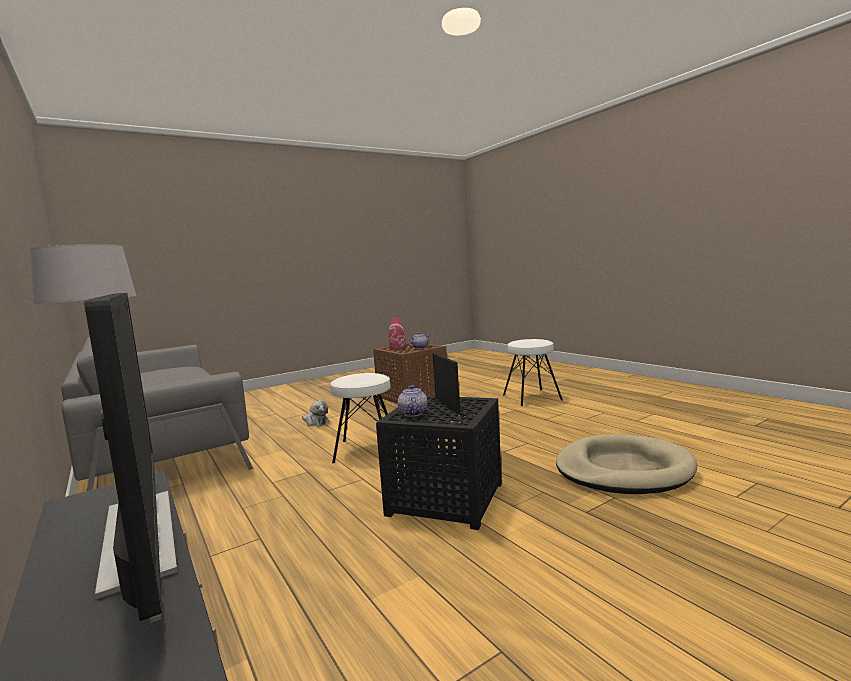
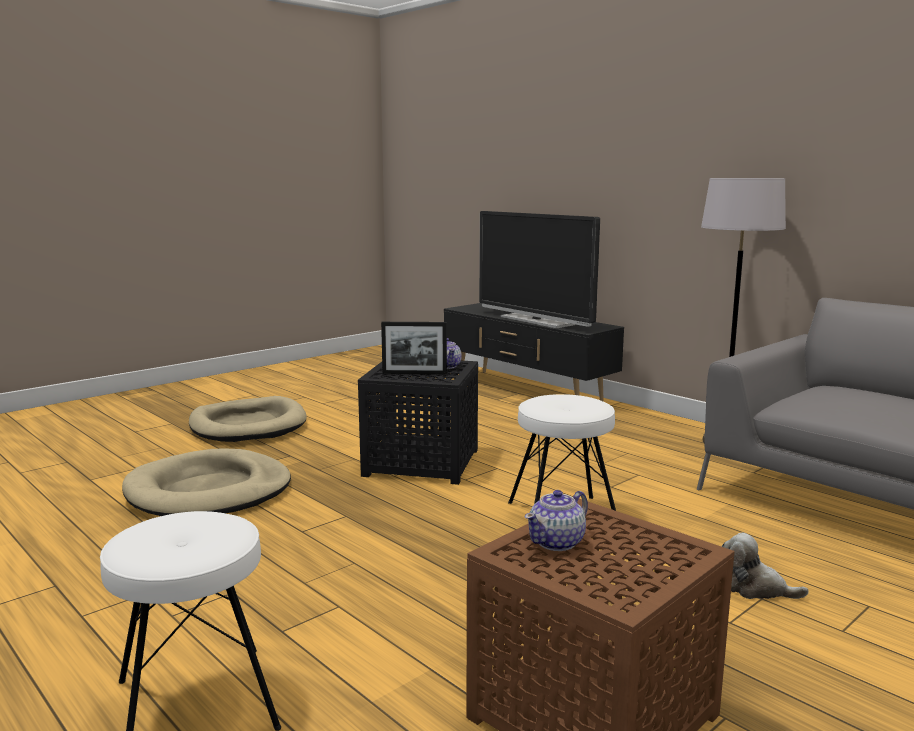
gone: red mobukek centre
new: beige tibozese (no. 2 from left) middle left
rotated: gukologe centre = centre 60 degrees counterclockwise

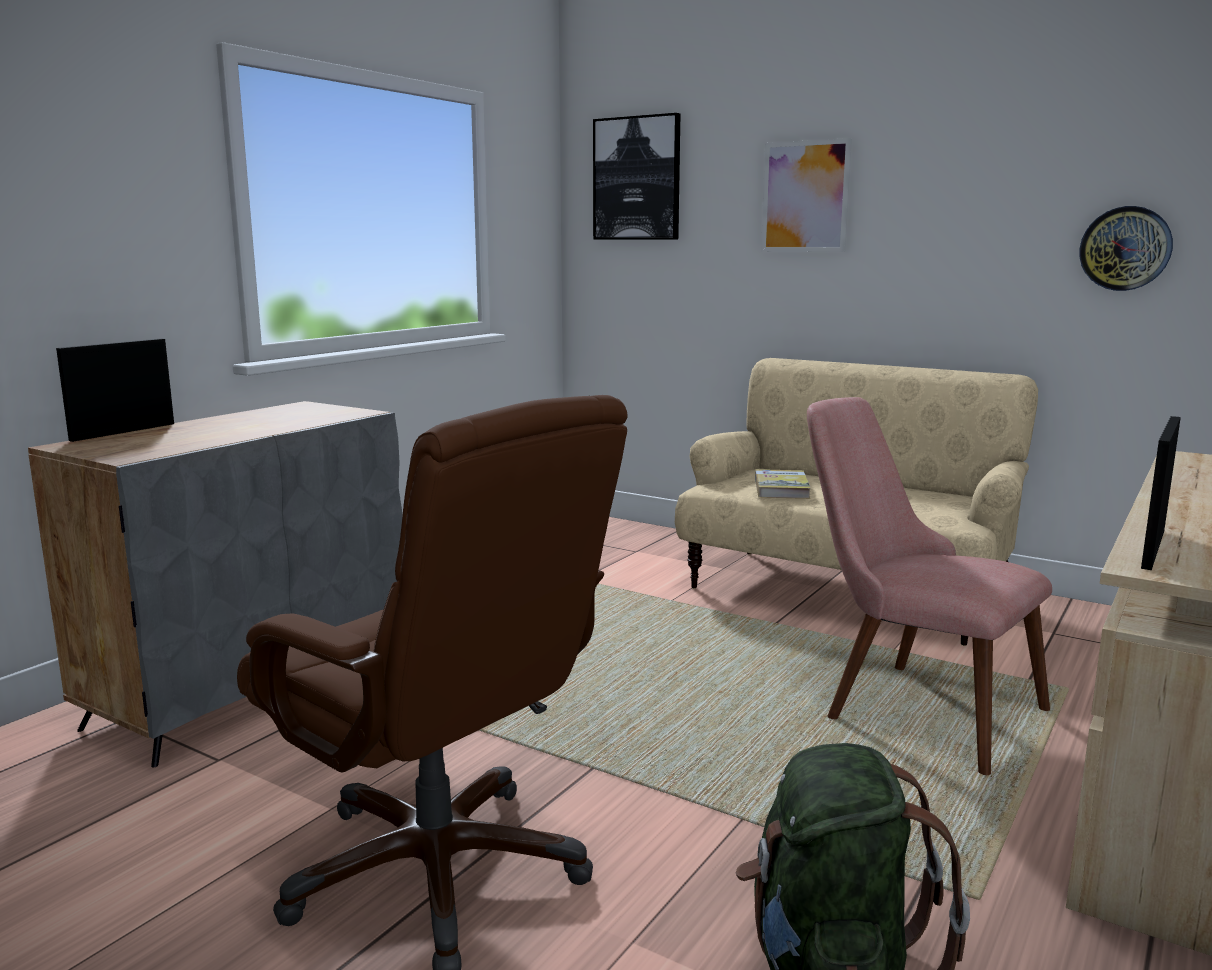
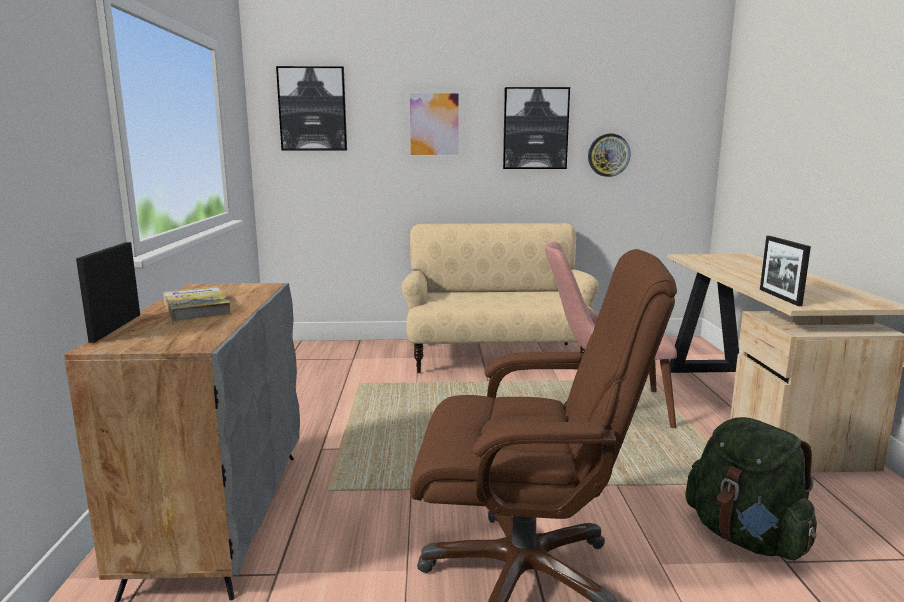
new: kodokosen (no. 3 from left) top centre
shifted: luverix centre to middle left

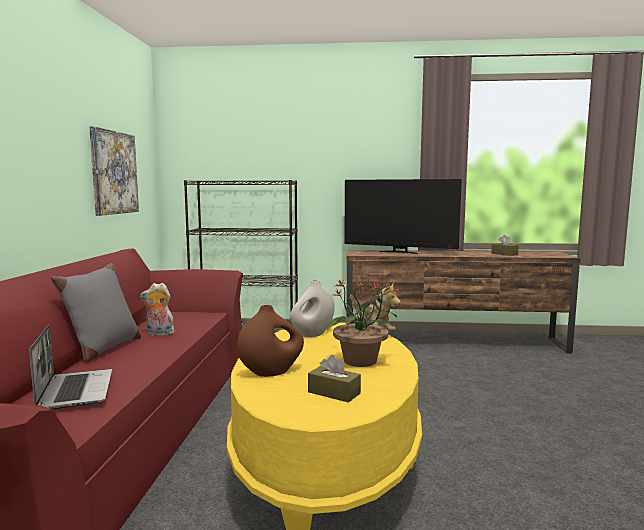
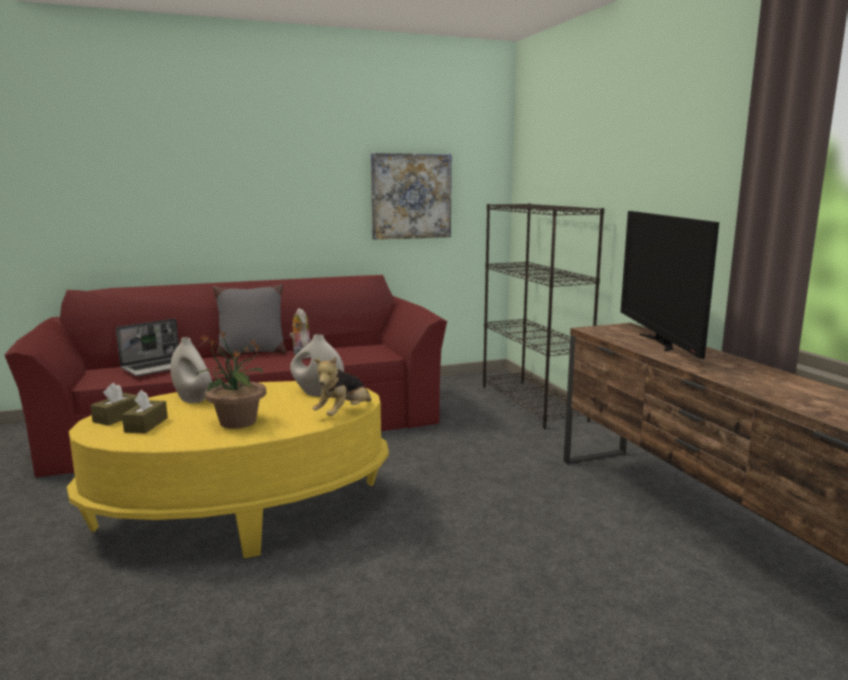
shifted: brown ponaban (no. 2 from left in the first image) middle right to brown ponaban (no. 1 from left) middle left
repainted: brown mobukek centre to white mobukek (no. 1 from left) middle left

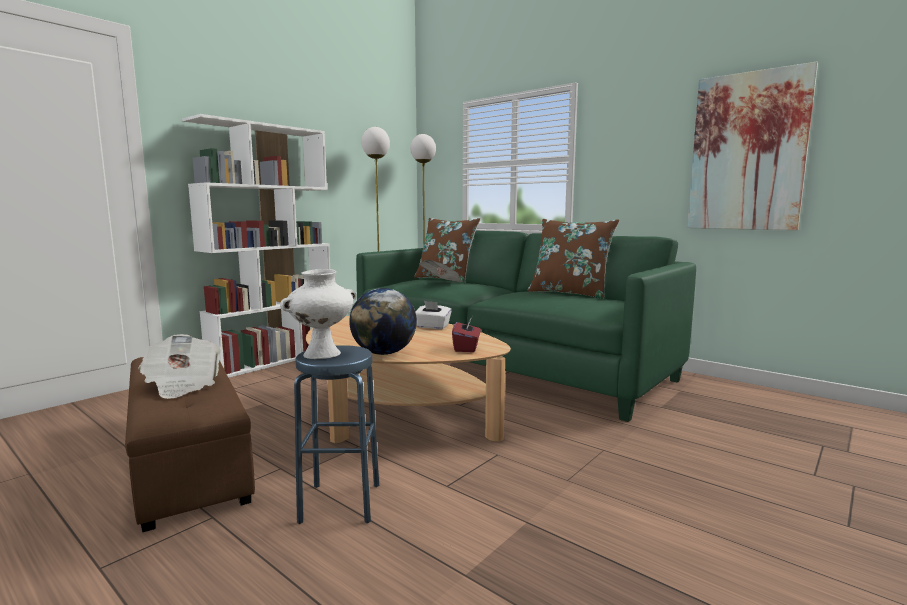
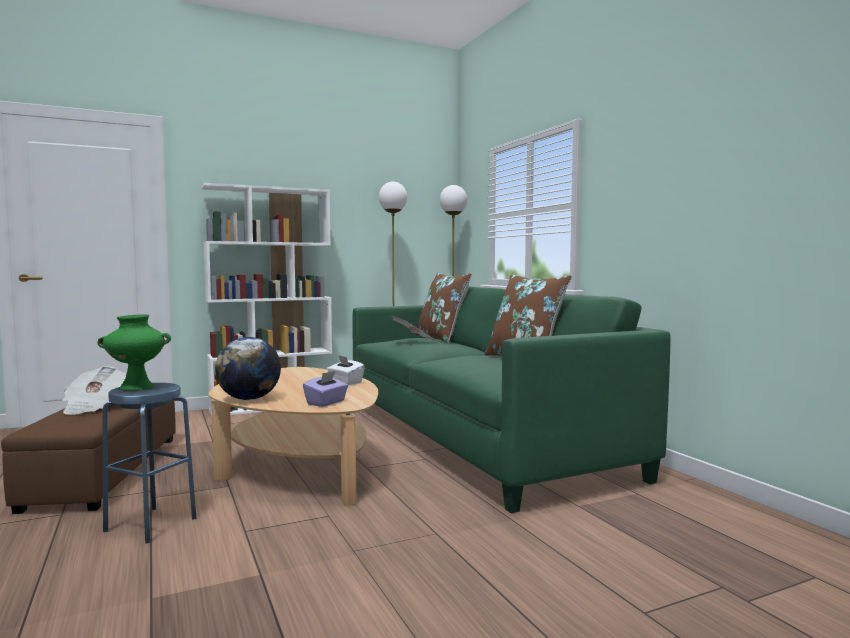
gone: kodokosen top right
repainted: white mobukek centre to green mobukek middle left; red ponaban centre to purple ponaban centre

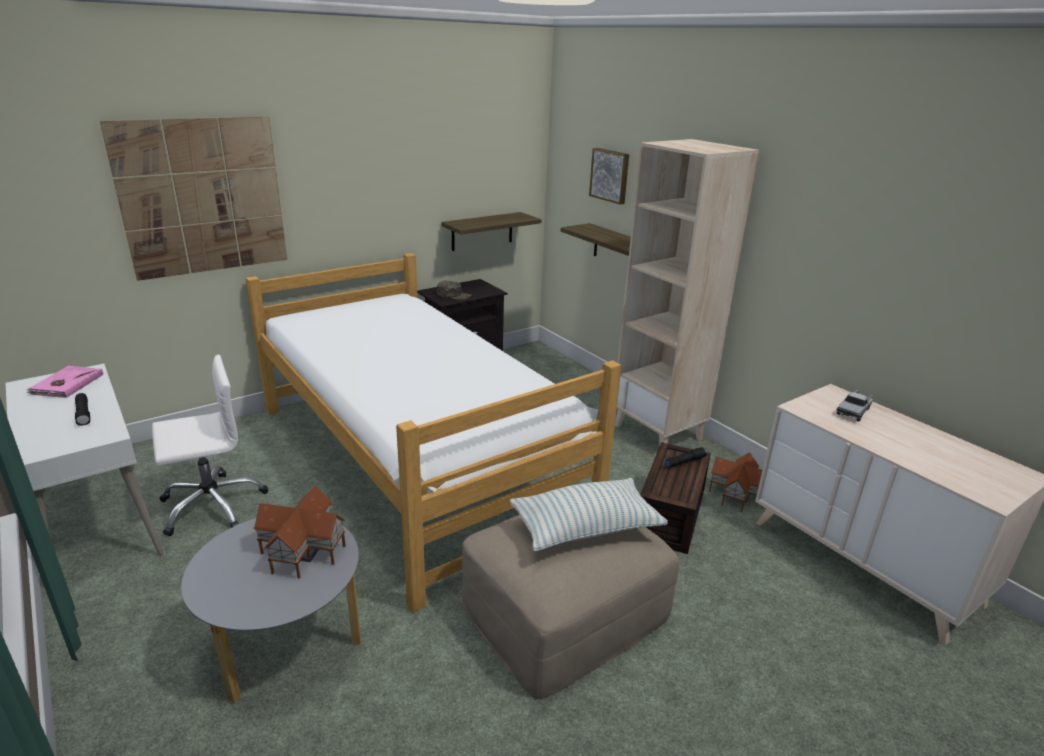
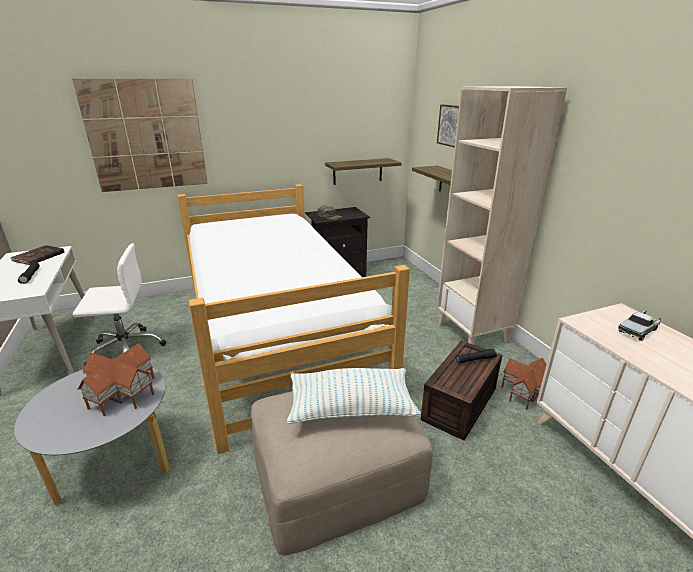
repainted: pink luverix middle left to brown luverix middle left

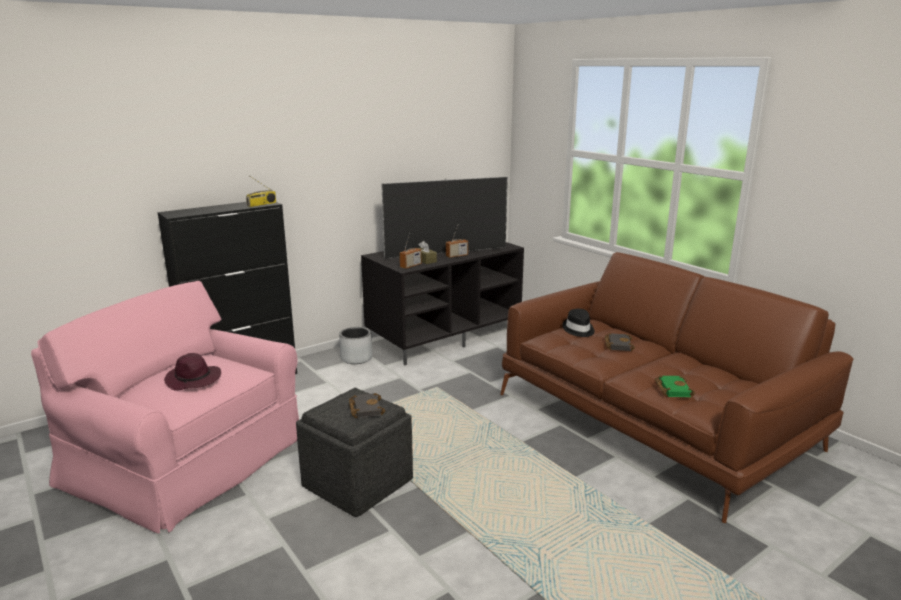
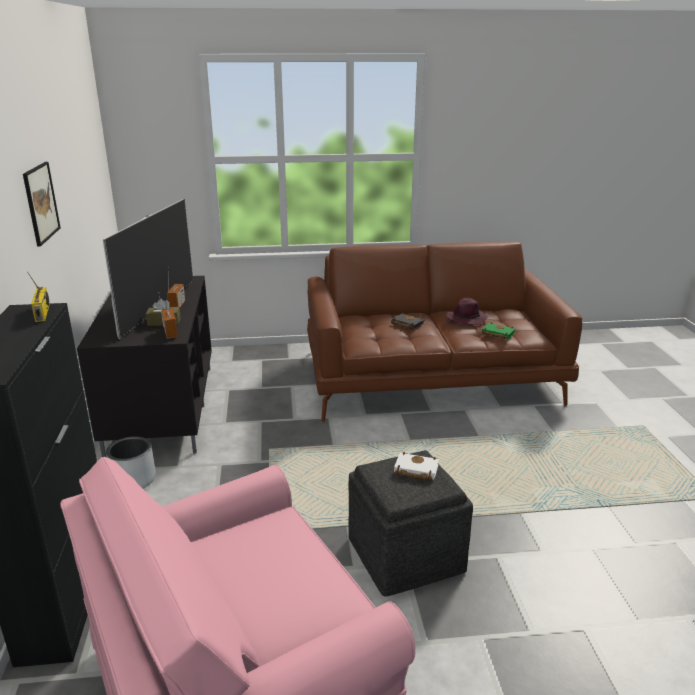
gone: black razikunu centre
new: kodokosen top left
shifted: purple razikunu middle left to middle right
repainted: black luverix (no. 1 from left) bottom centre to white luverix bottom centre

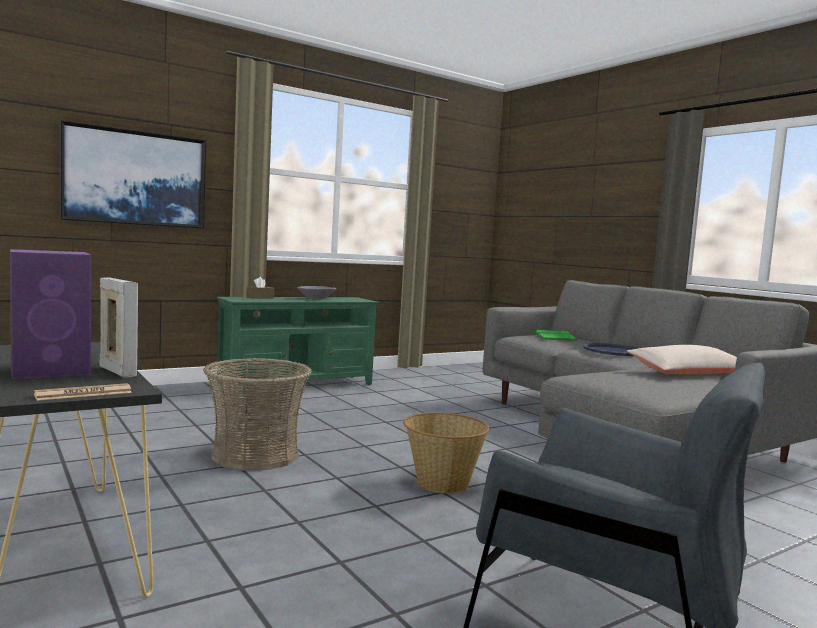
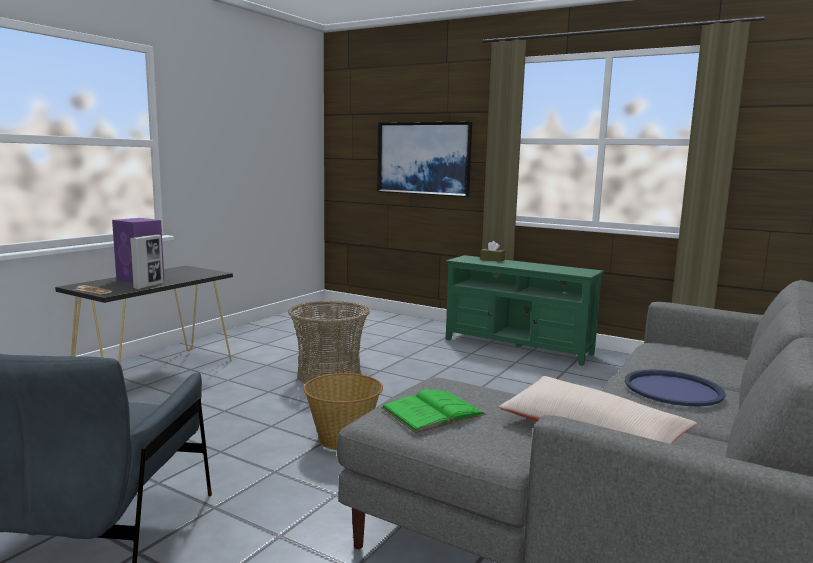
gone: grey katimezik centre
shifted: green luverix middle right to bottom centre

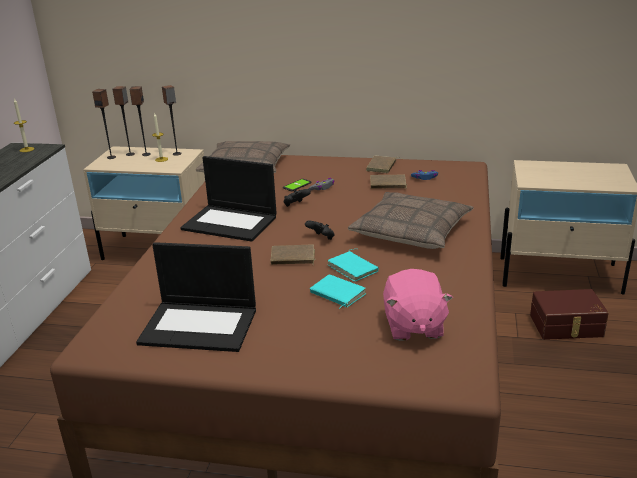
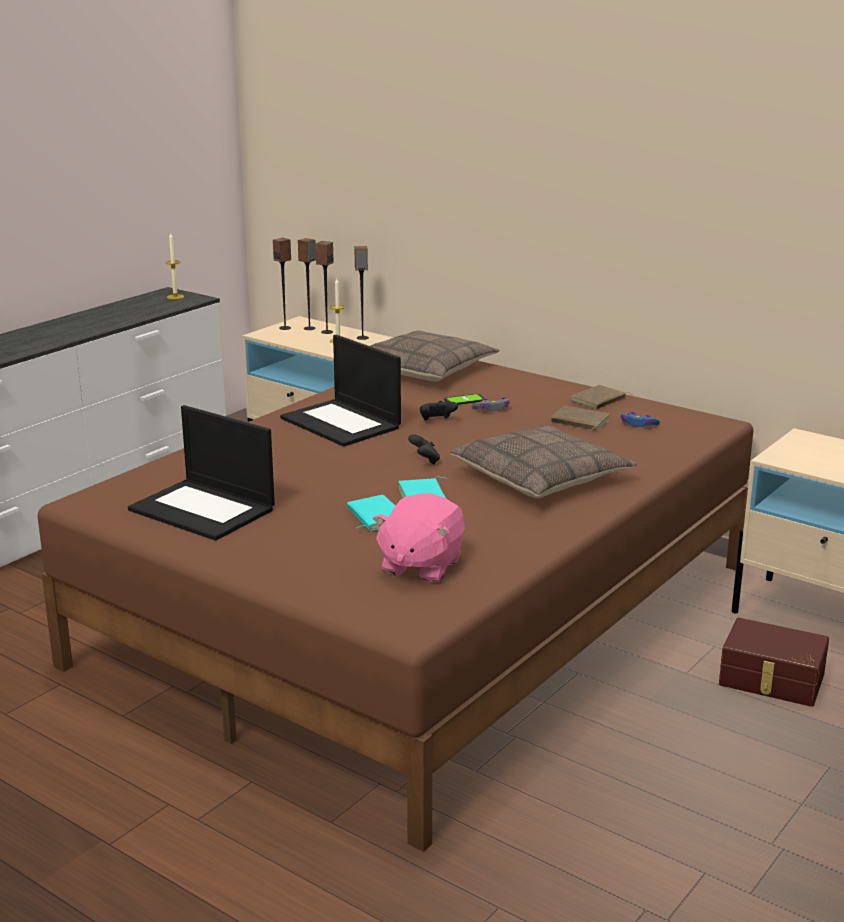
gone: brown luverix (no. 1 from left) centre

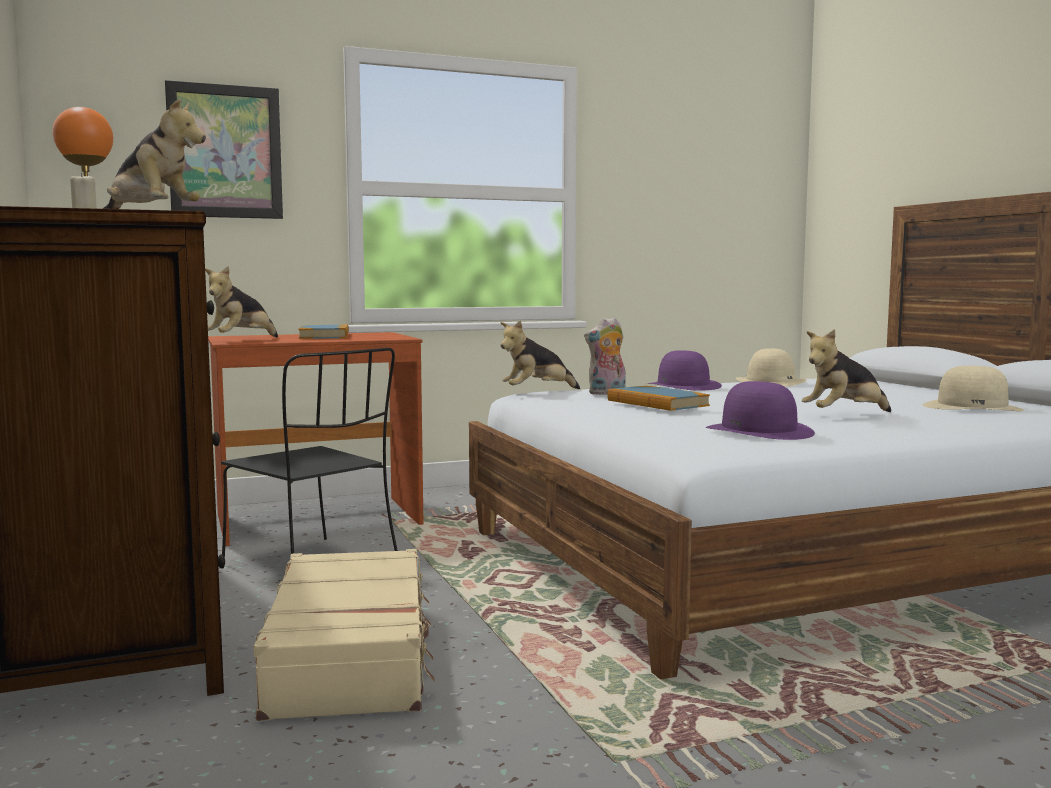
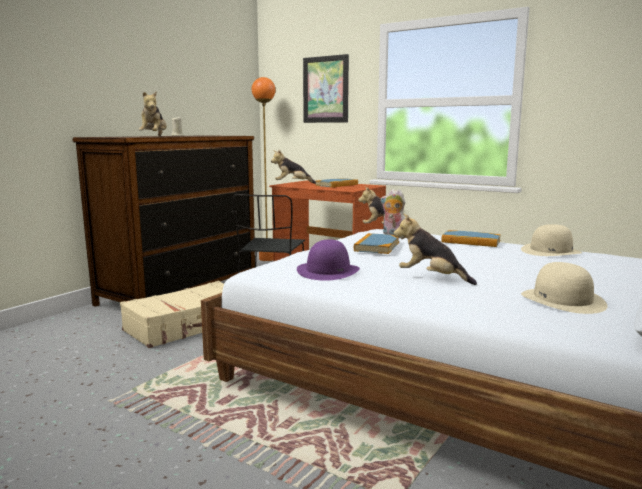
swapped: purple razikunu (no. 1 from left) centre to luverix (no. 3 from left) middle right

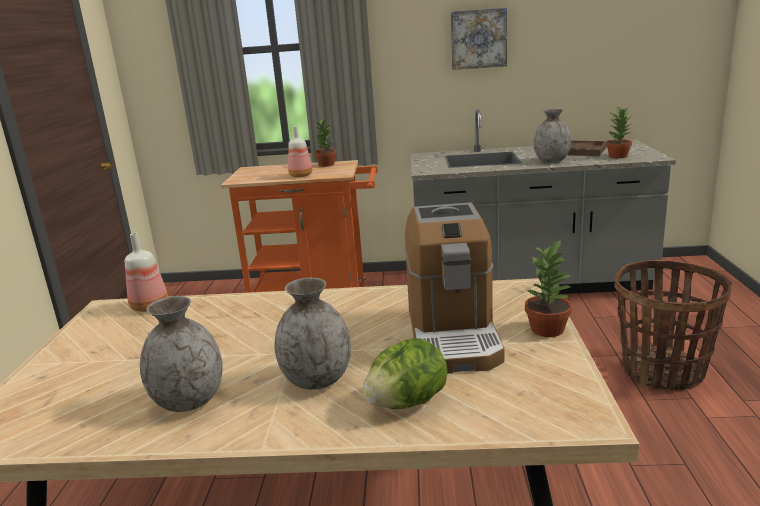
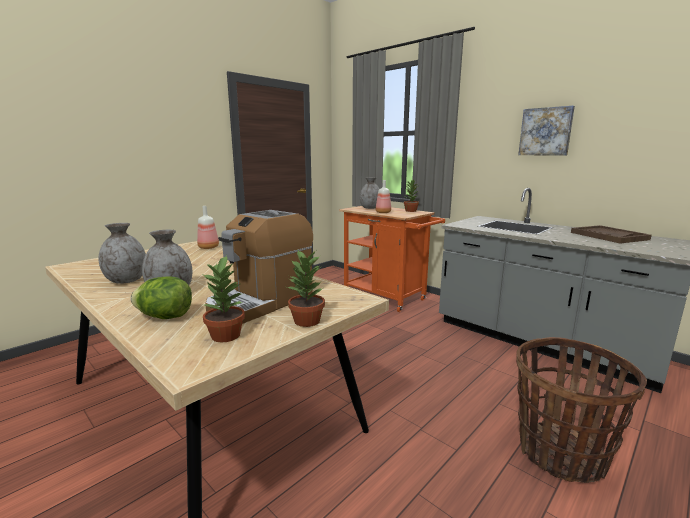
shifted: grey mobukek (no. 3 from left) top right to centre; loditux (no. 3 from left in the first image) top right to loditux (no. 1 from left) middle left

